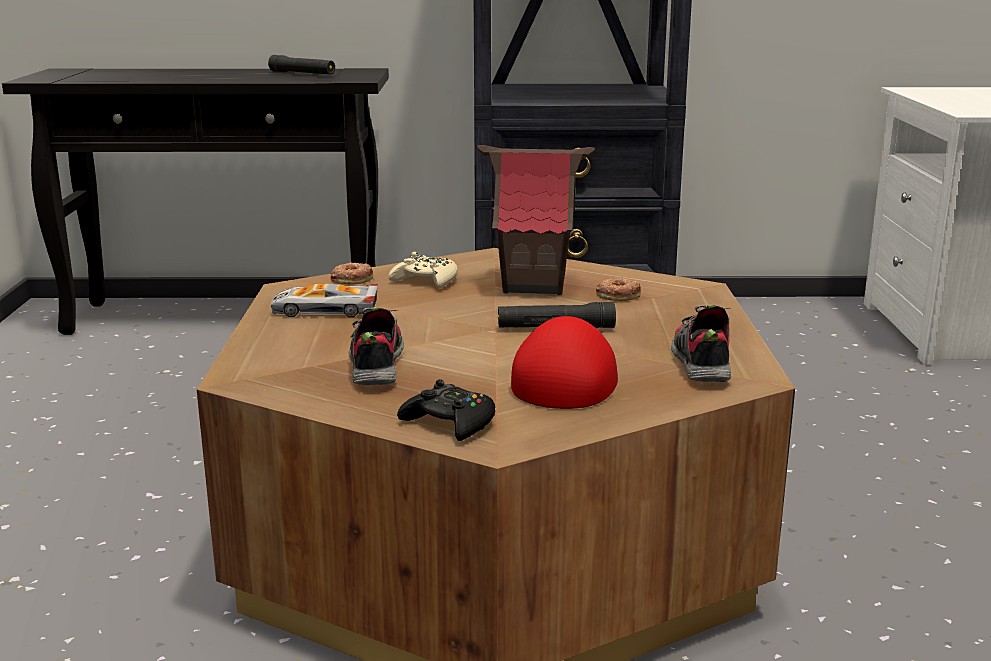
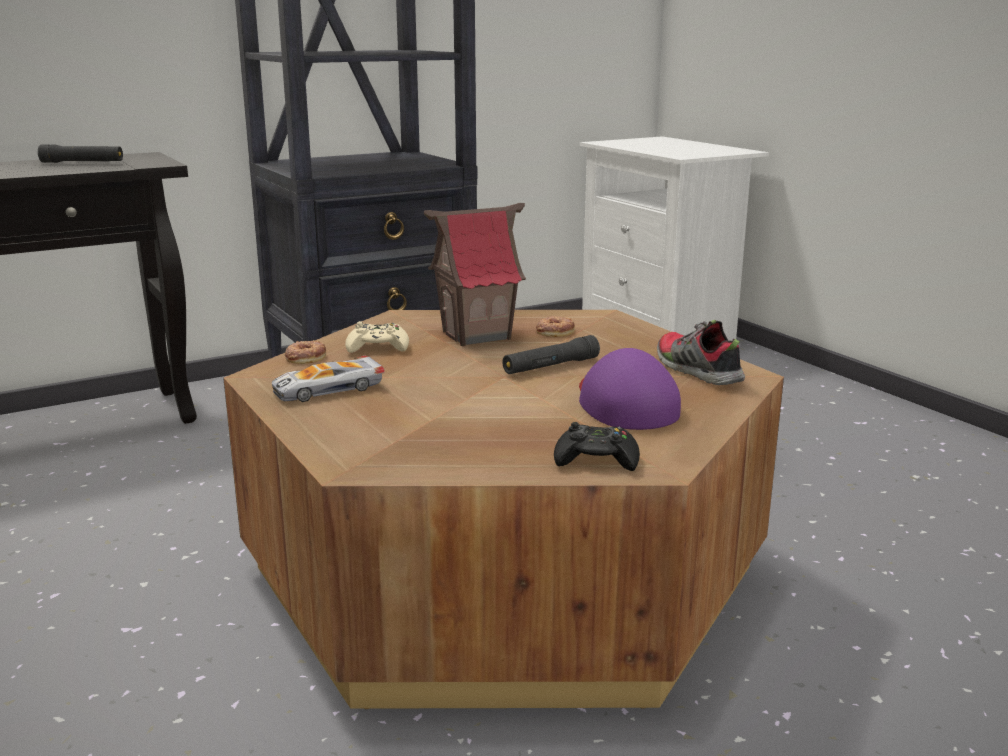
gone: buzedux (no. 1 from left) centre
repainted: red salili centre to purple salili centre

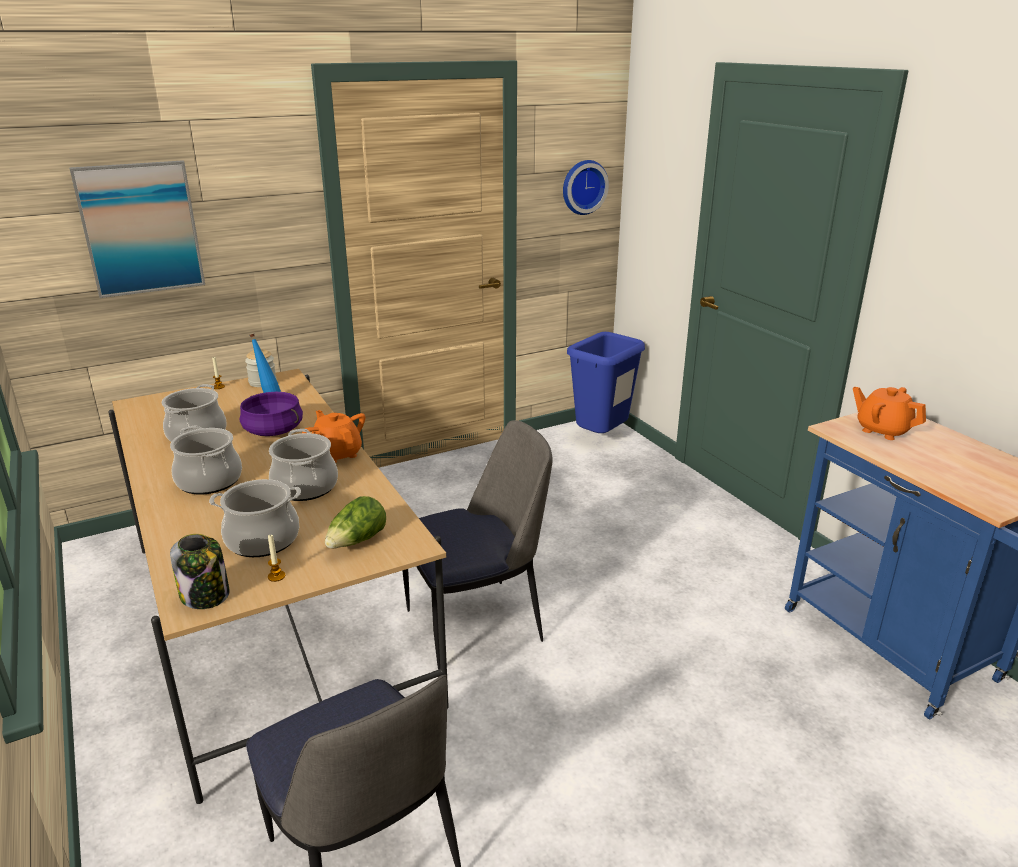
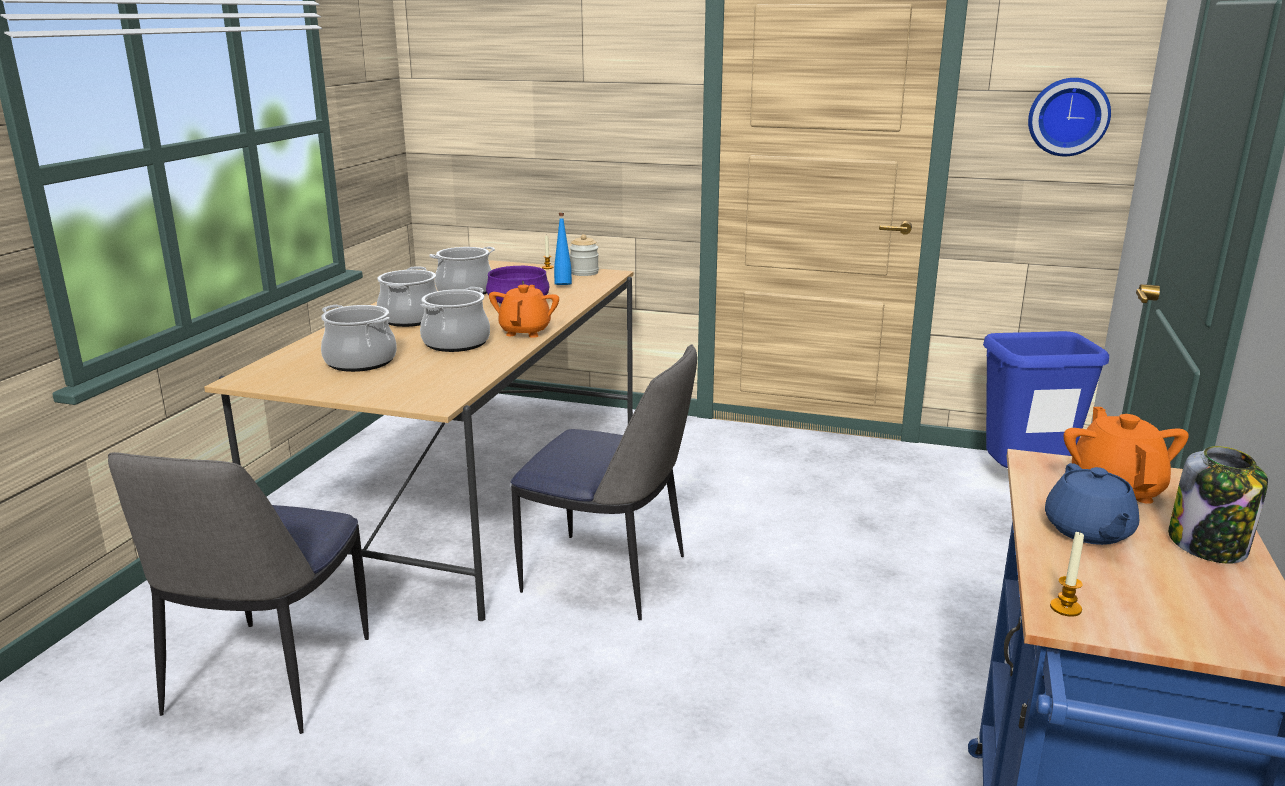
gone: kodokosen top left; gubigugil centre
new: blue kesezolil middle right
shifted: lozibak (no. 1 from left in the first image) middle left to lozibak (no. 2 from left) middle right; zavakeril (no. 2 from left) middle left to bottom right

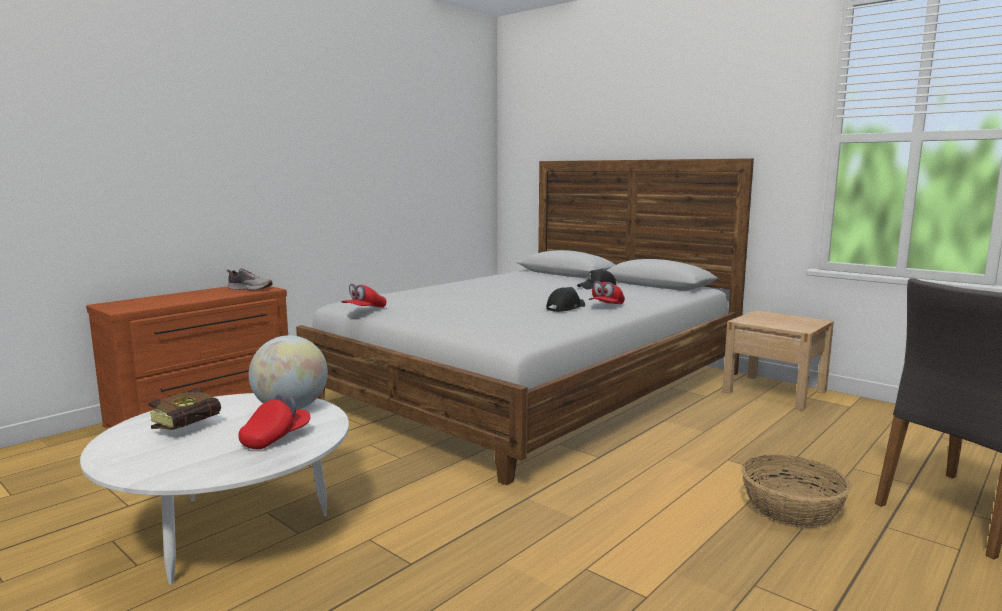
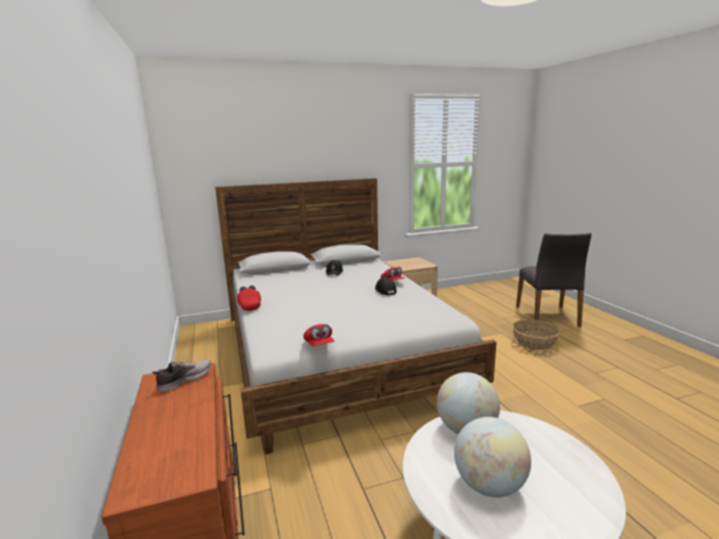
shifted: red salili (no. 1 from left) bottom left to centre
swapped: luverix bottom left to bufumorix (no. 2 from left) bottom right

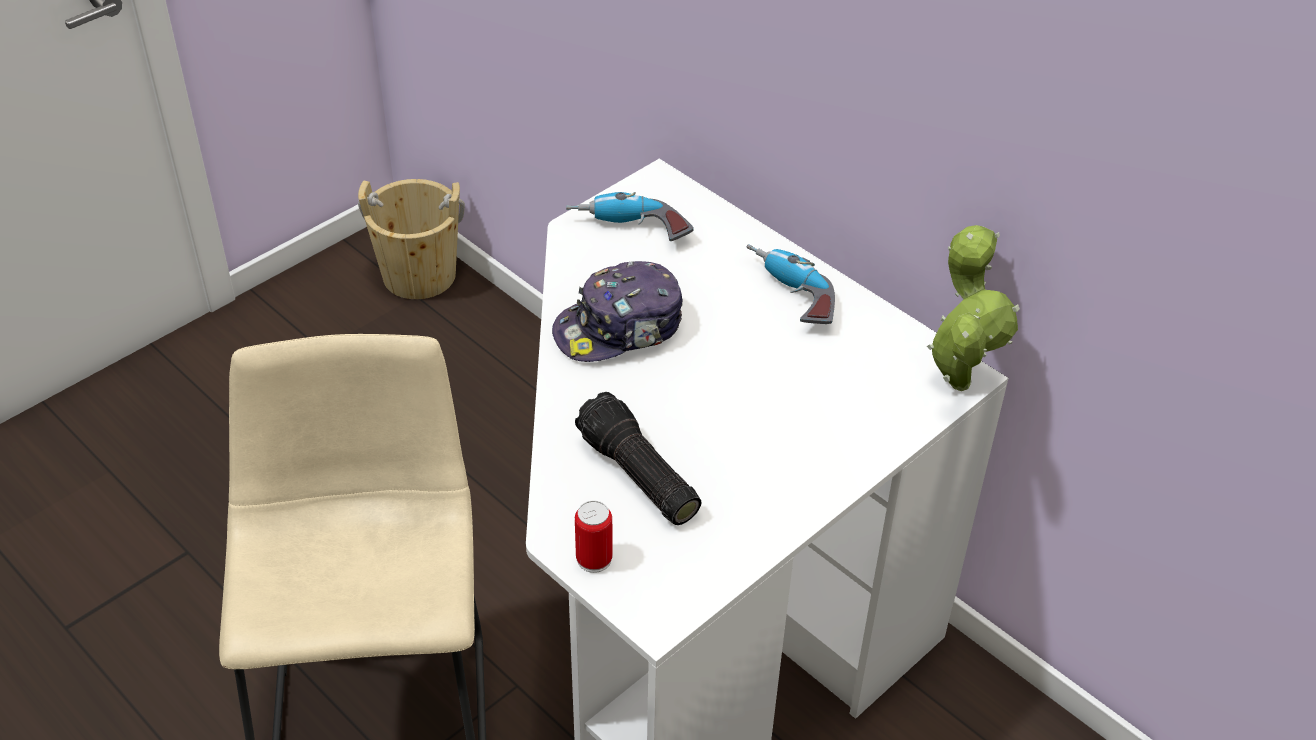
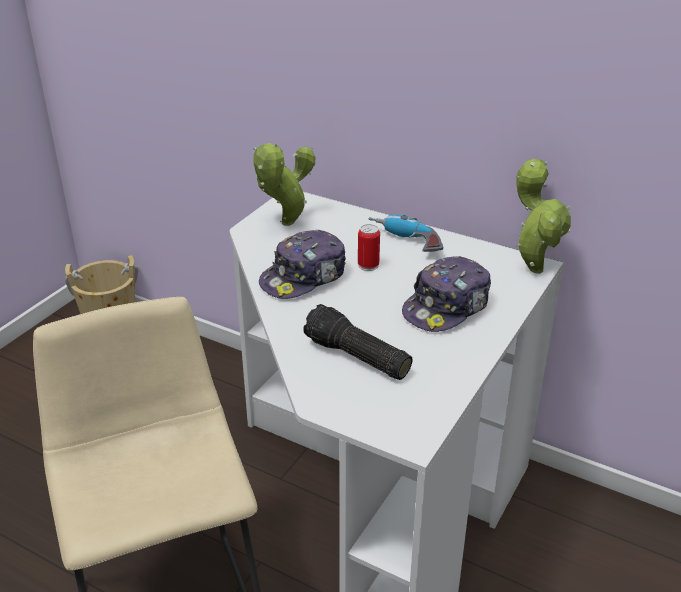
new: salili (no. 2 from left) centre
shifted: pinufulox bottom centre to centre
swapped: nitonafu (no. 1 from left) top centre to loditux (no. 1 from left) top centre

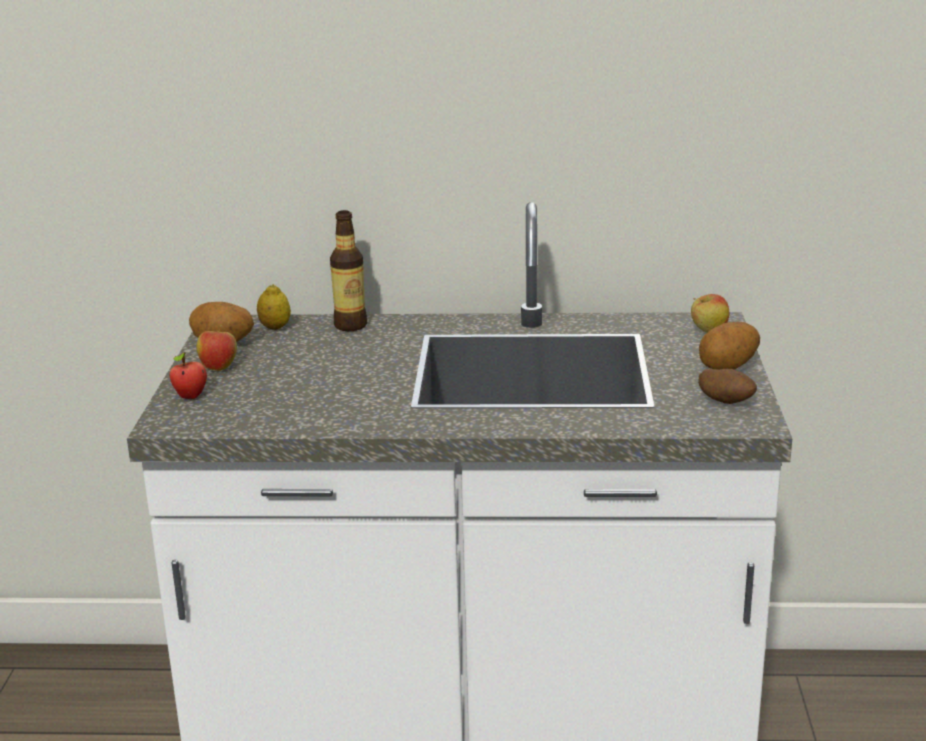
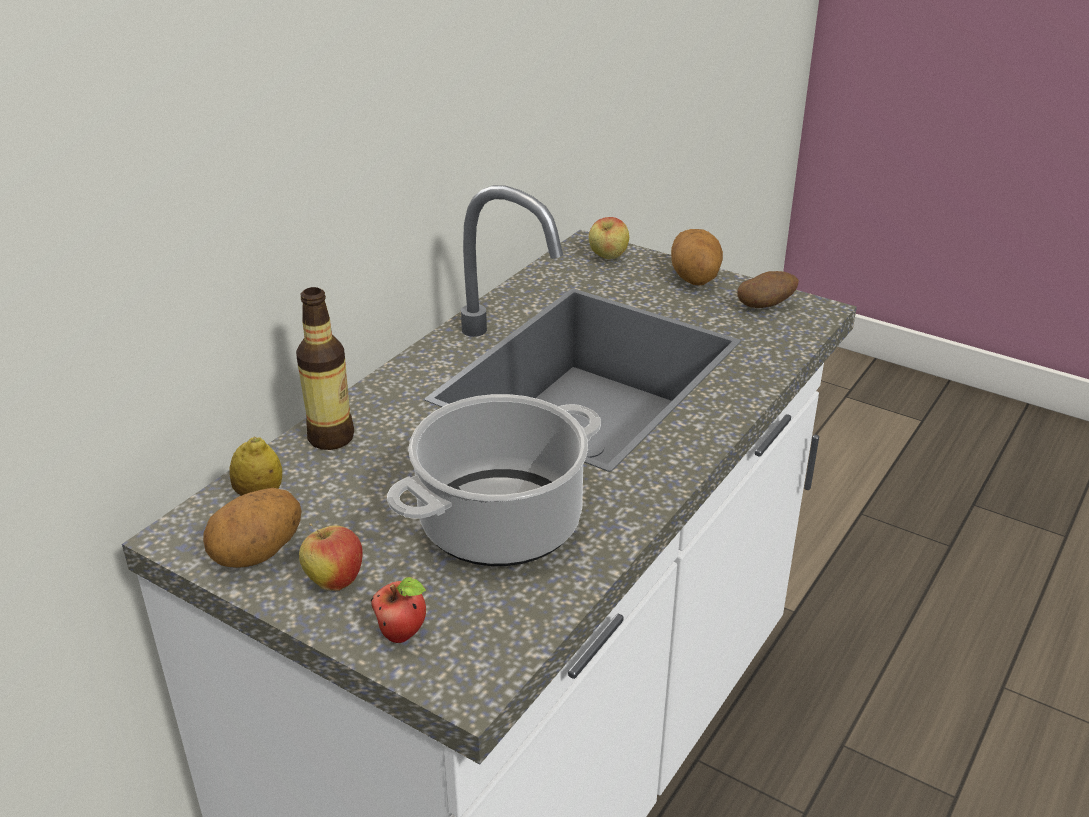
new: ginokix centre

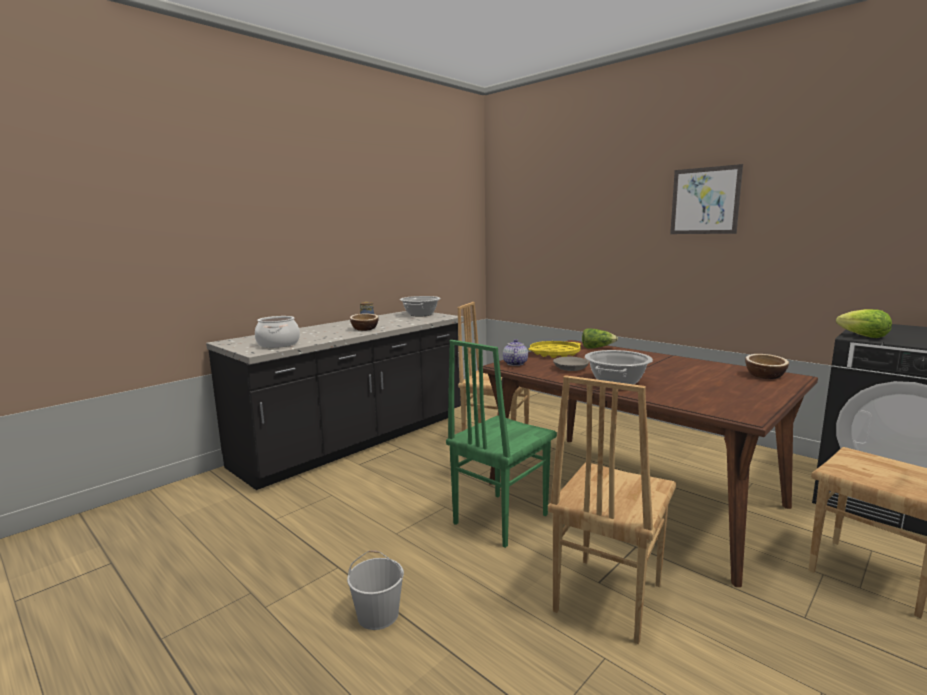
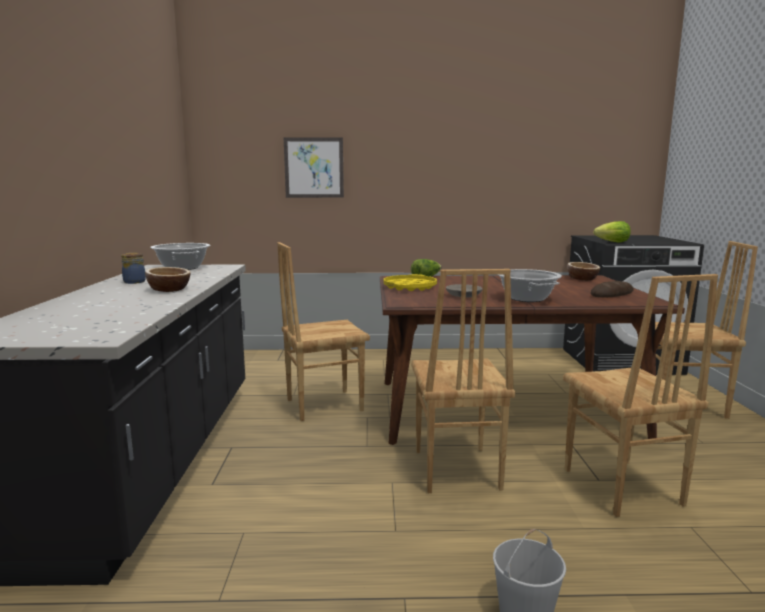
gone: ginokix (no. 1 from left) middle left; kesezolil centre
new: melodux middle right
shifted: kodokosen top right to top centre
repainted: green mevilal centre to brown mevilal (no. 2 from left) centre

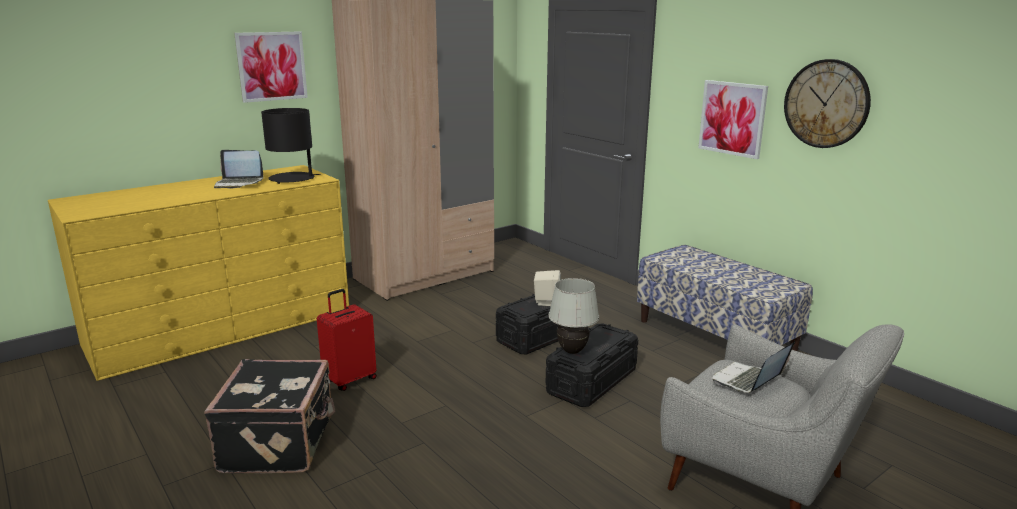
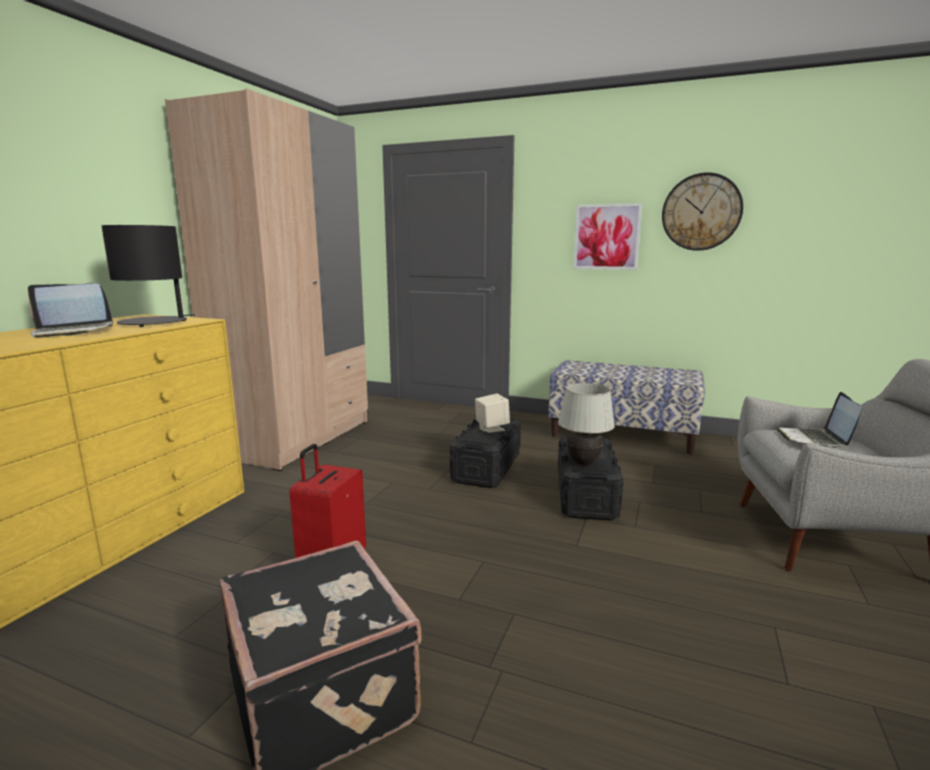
gone: kodokosen (no. 1 from left) top left

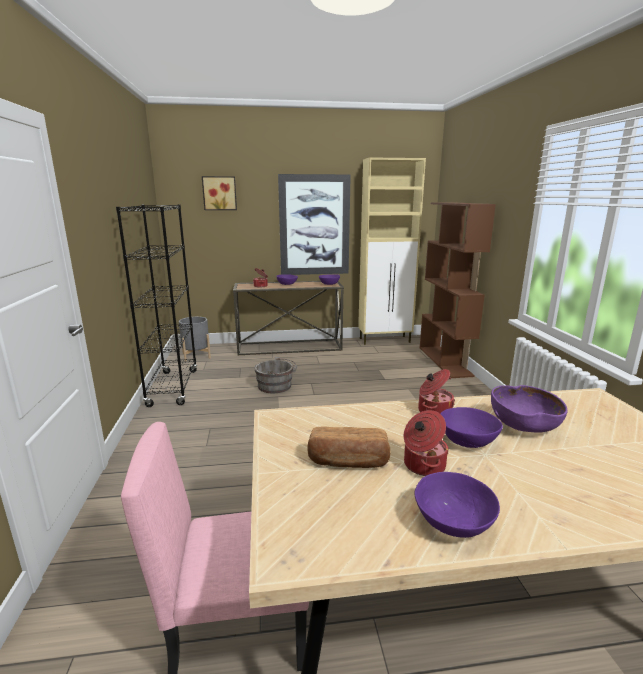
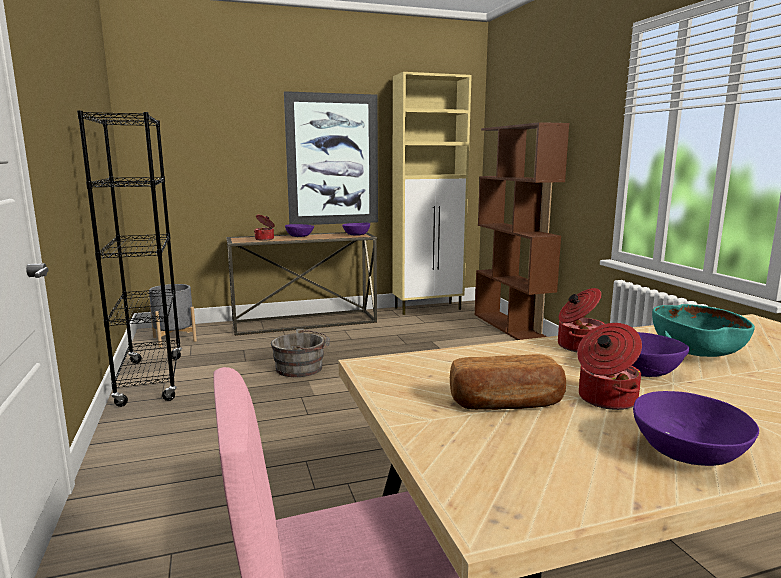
gone: kodokosen (no. 1 from left) top centre
repainted: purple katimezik (no. 5 from left) middle right to turquoise katimezik middle right

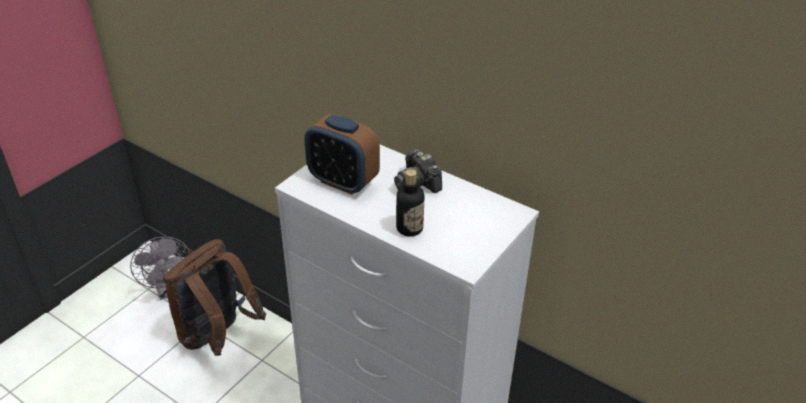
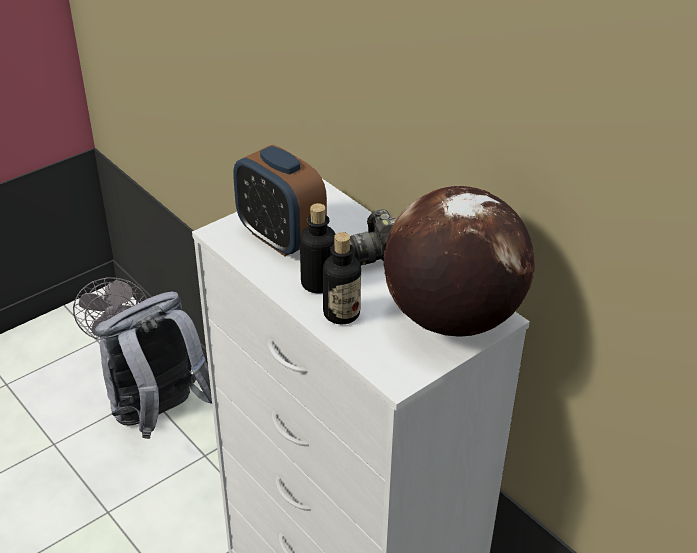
new: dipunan (no. 1 from left) centre; bufumorix centre
repainted: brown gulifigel bottom left to grey gulifigel middle left

